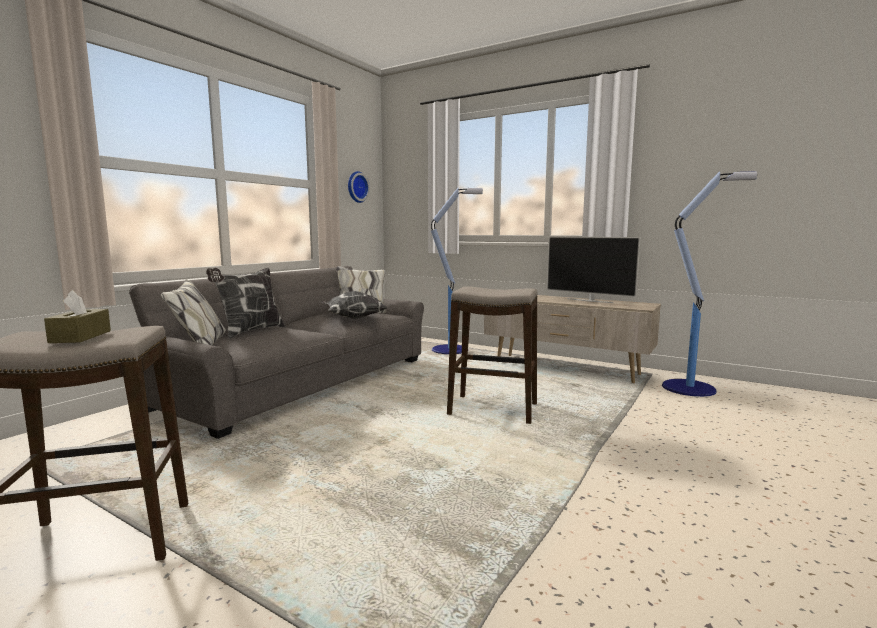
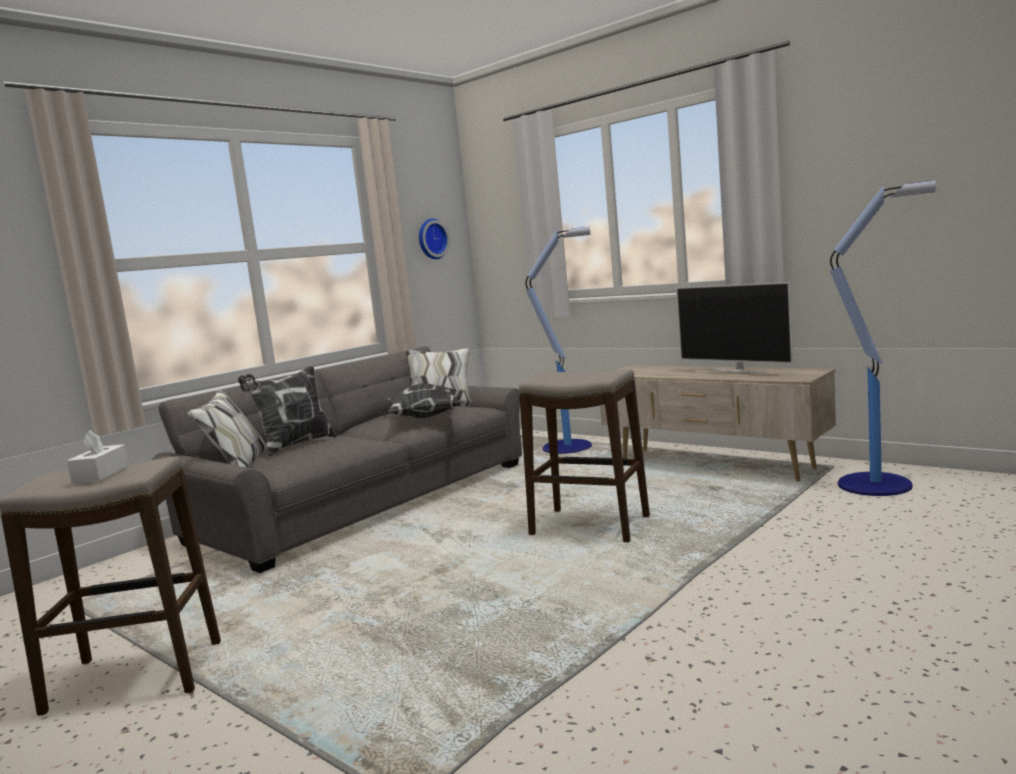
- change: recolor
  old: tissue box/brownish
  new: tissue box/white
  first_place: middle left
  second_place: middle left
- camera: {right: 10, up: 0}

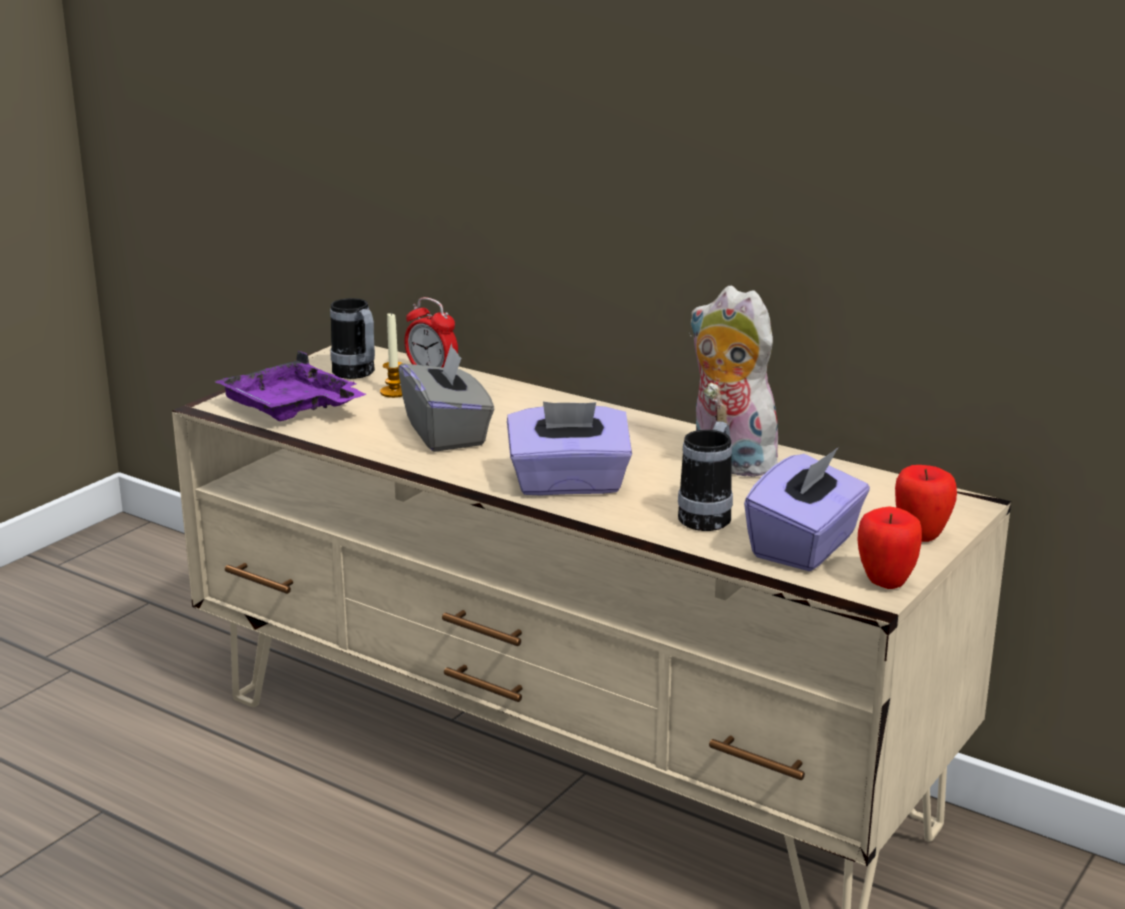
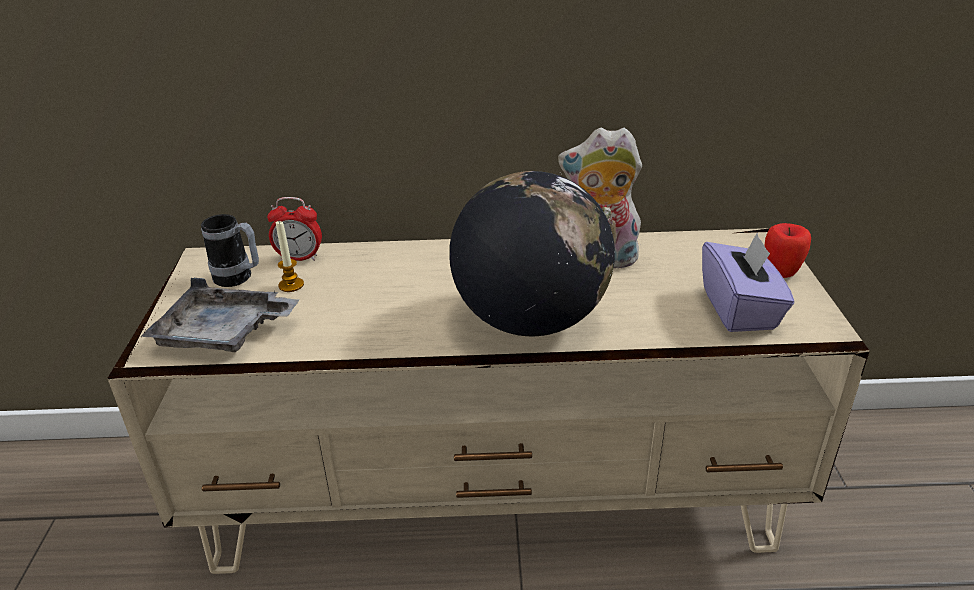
- change: recolor
  old: tray/purplish
  new: tray/greyish
  first_place: middle left
  second_place: middle left
- change: replace
  old: tissue box/purplish (1st from left)
  new: world globe
  first_place: centre
  second_place: centre
- change: delete
  old: tissue box/greyish
  first_place: centre
- change: delete
  old: mug (2nd from left)
  first_place: centre
- change: delete
  old: whole apple (1st from left)
  first_place: middle right
- camera: {right: -35, up: 10}

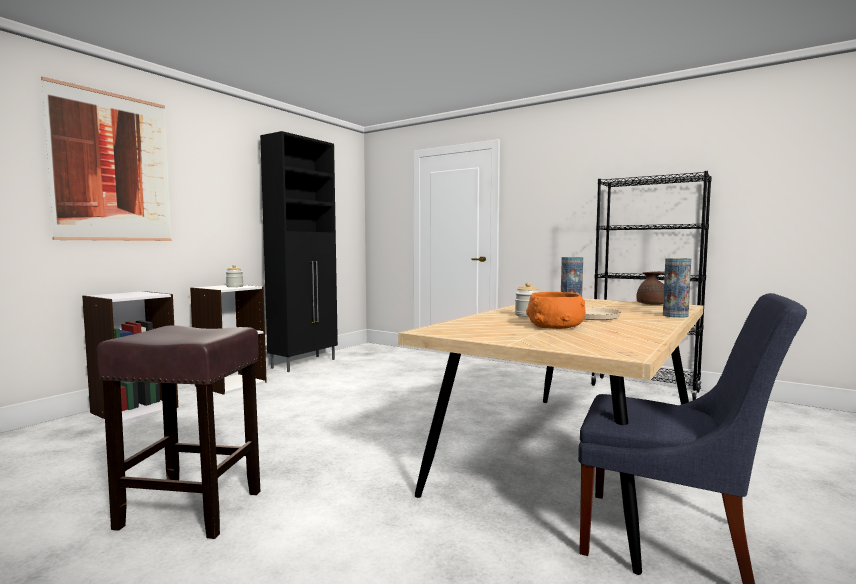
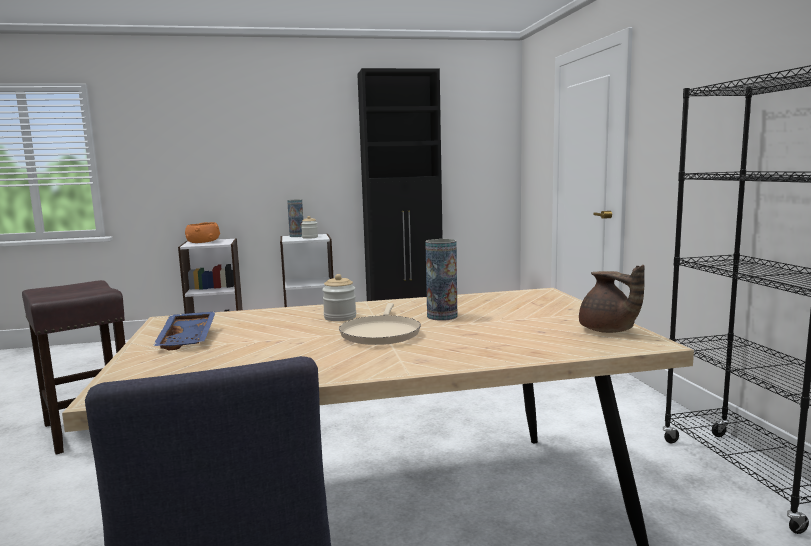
- change: insert
  new: tray/blue
  second_place: middle left
- change: move
  old: bowl/orange
  first_place: centre
  second_place: middle left
- change: move
  old: vase (2nd from left in the first image)
  new: vase (1st from left)
  first_place: middle right
  second_place: centre
- change: delete
  old: wall art
  first_place: top left
- camera: {right: 45, up: 5}

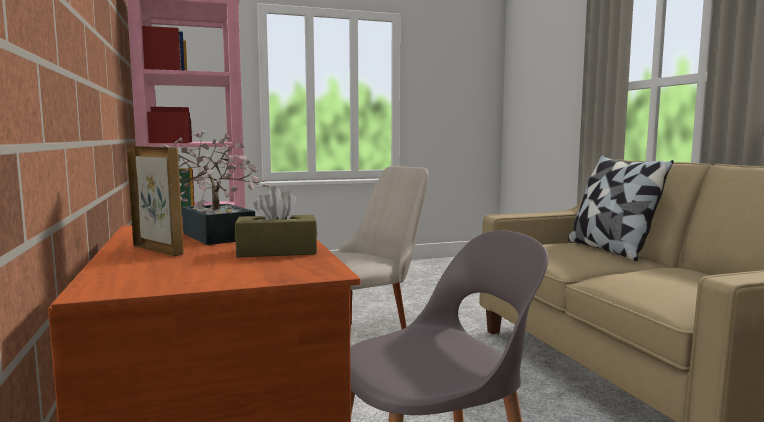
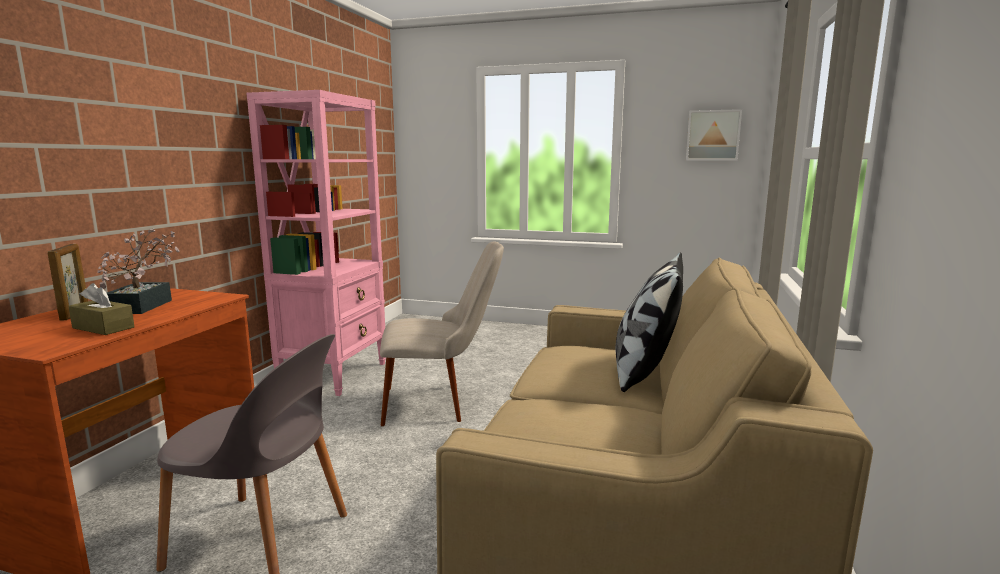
- change: insert
  new: wall art
  second_place: top right
- camera: {right: 35, up: 5}

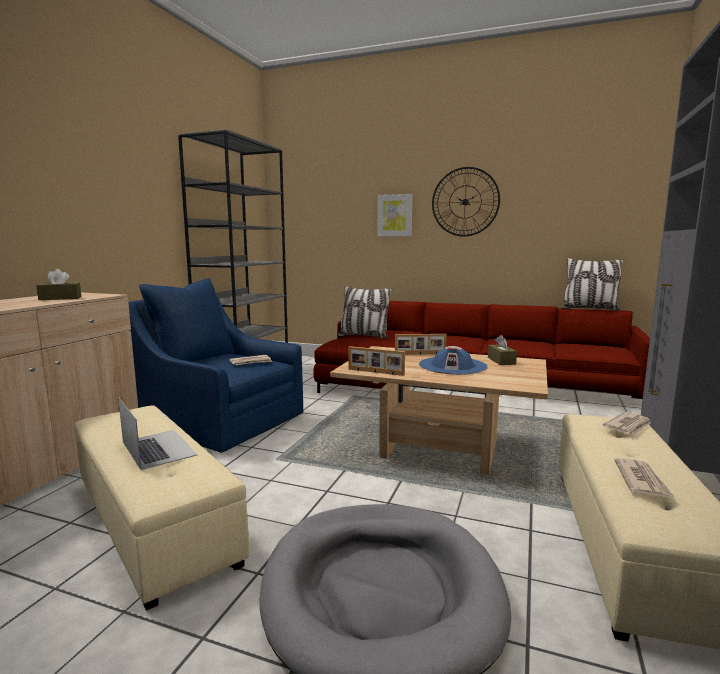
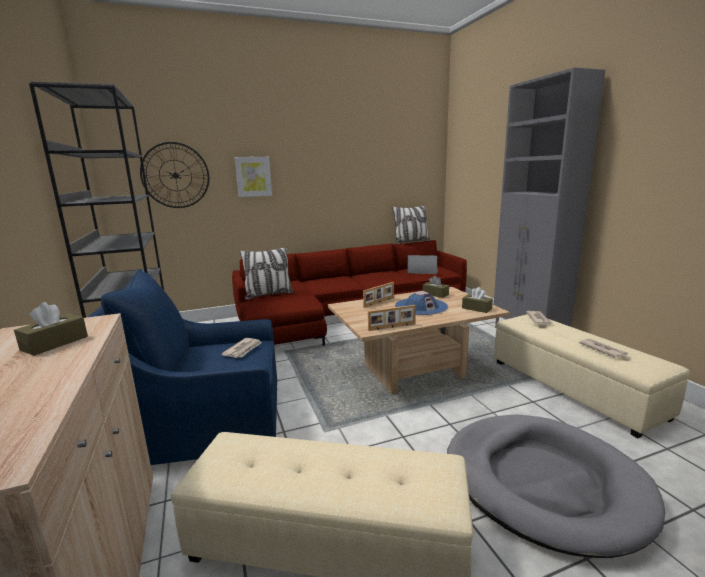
- change: move
  old: hanging clock
  first_place: top centre
  second_place: top left
- change: move
  old: laptop
  first_place: middle left
  second_place: centre
- change: insert
  new: tissue box/brownish (3rd from left)
  second_place: middle right
- camera: {right: -40, up: 5}

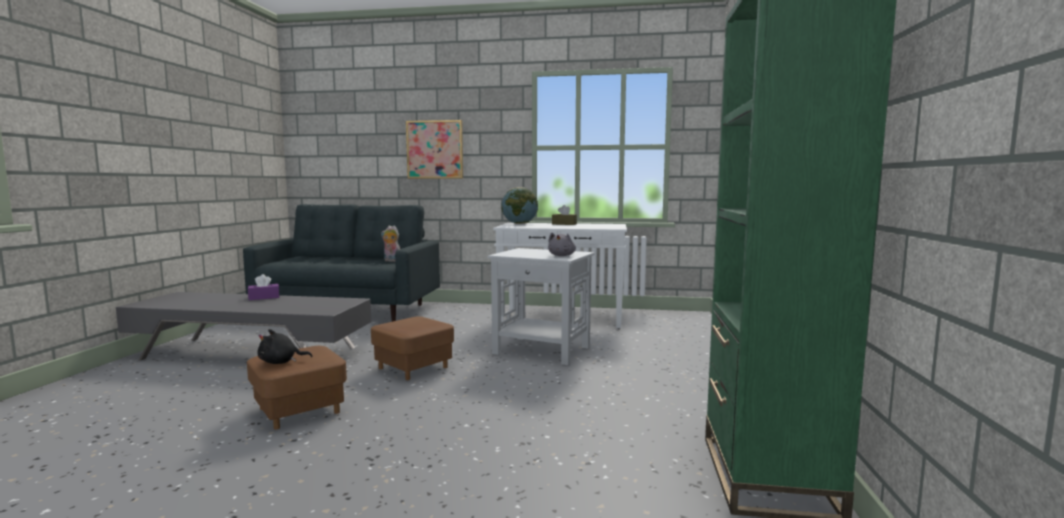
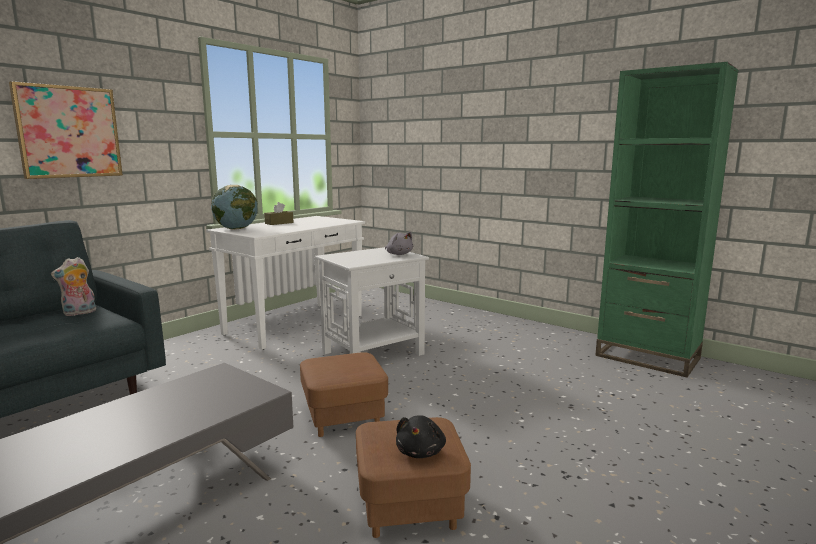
- change: delete
  old: tissue box/purplish
  first_place: middle left
- camera: {right: -60, up: 5}

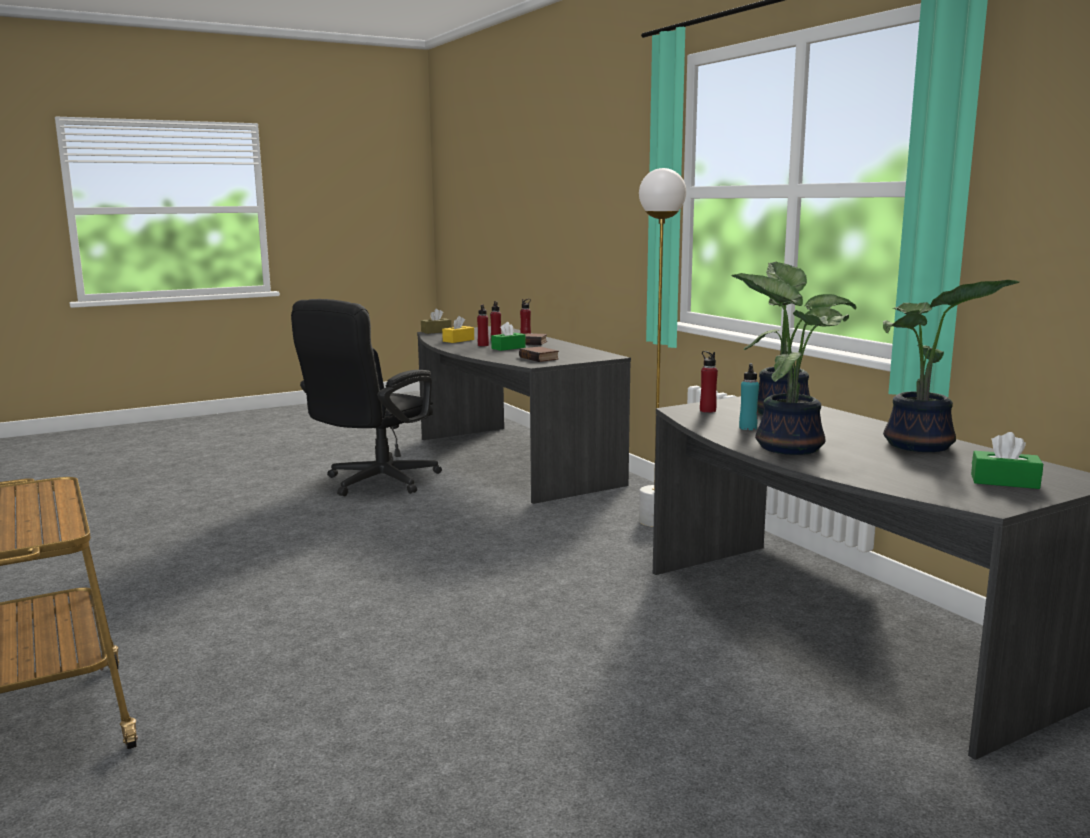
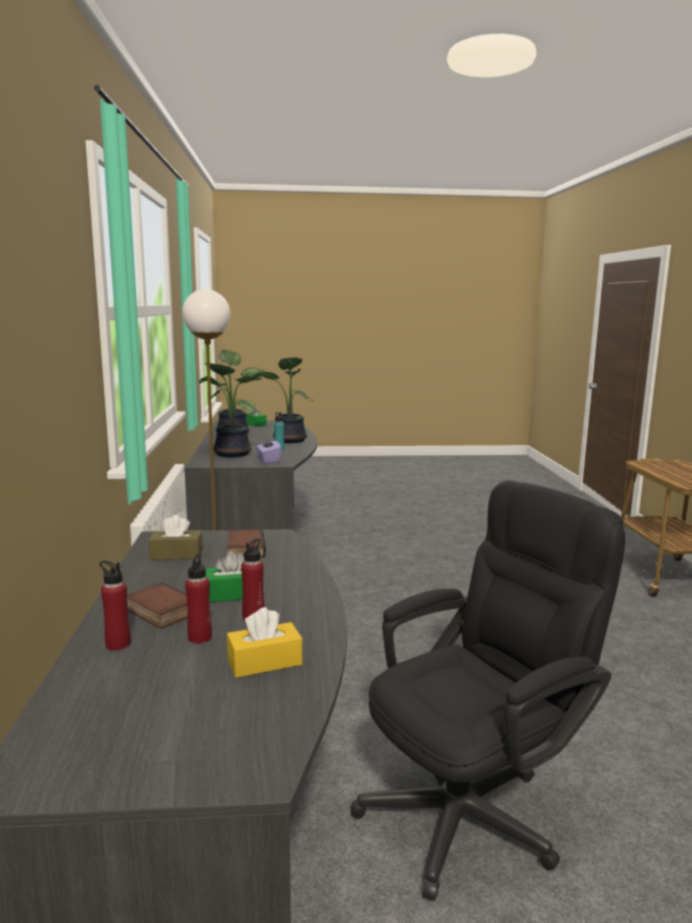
- change: move
  old: tissue box/brownish
  first_place: centre
  second_place: middle left
- change: replace
  old: beverage bottle/red (4th from left)
  new: tissue box/purplish
  first_place: centre
  second_place: centre
- camera: {right: -155, up: 0}

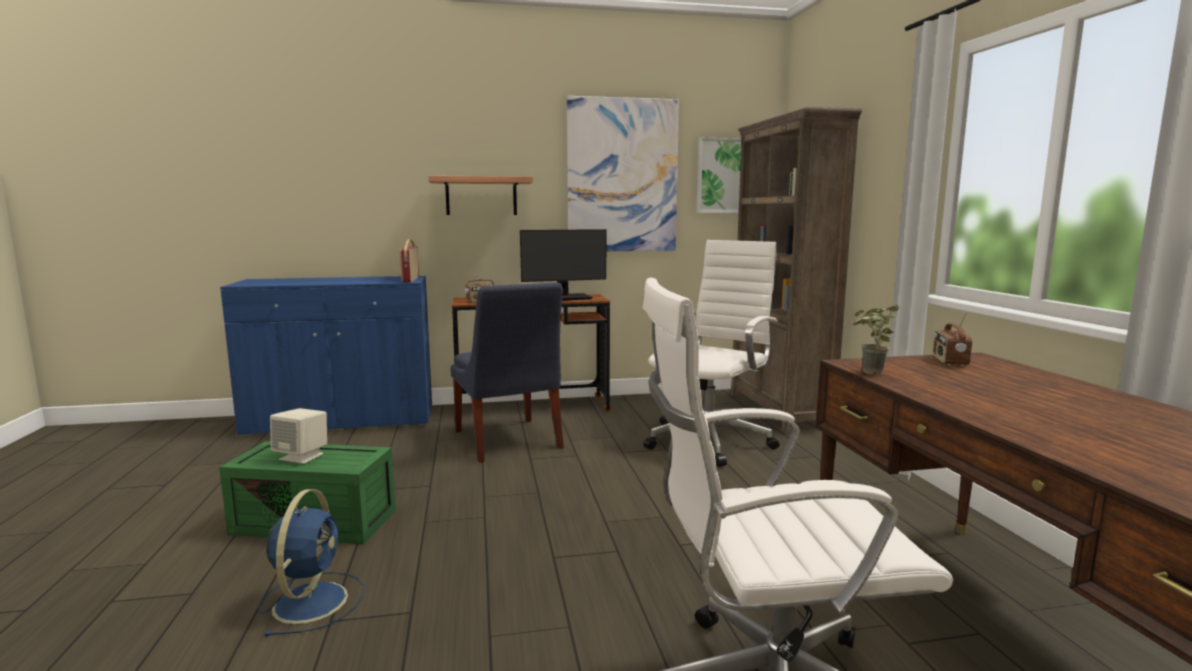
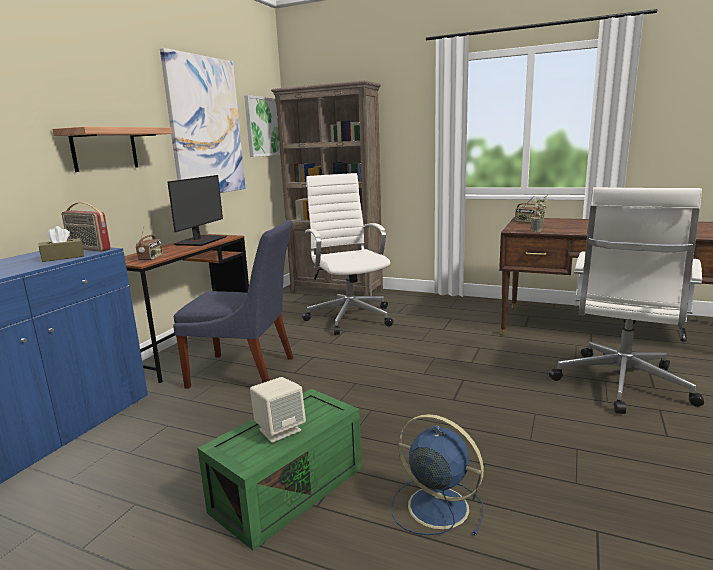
- change: insert
  new: tissue box/brownish
  second_place: middle left
- camera: {right: -55, up: 5}

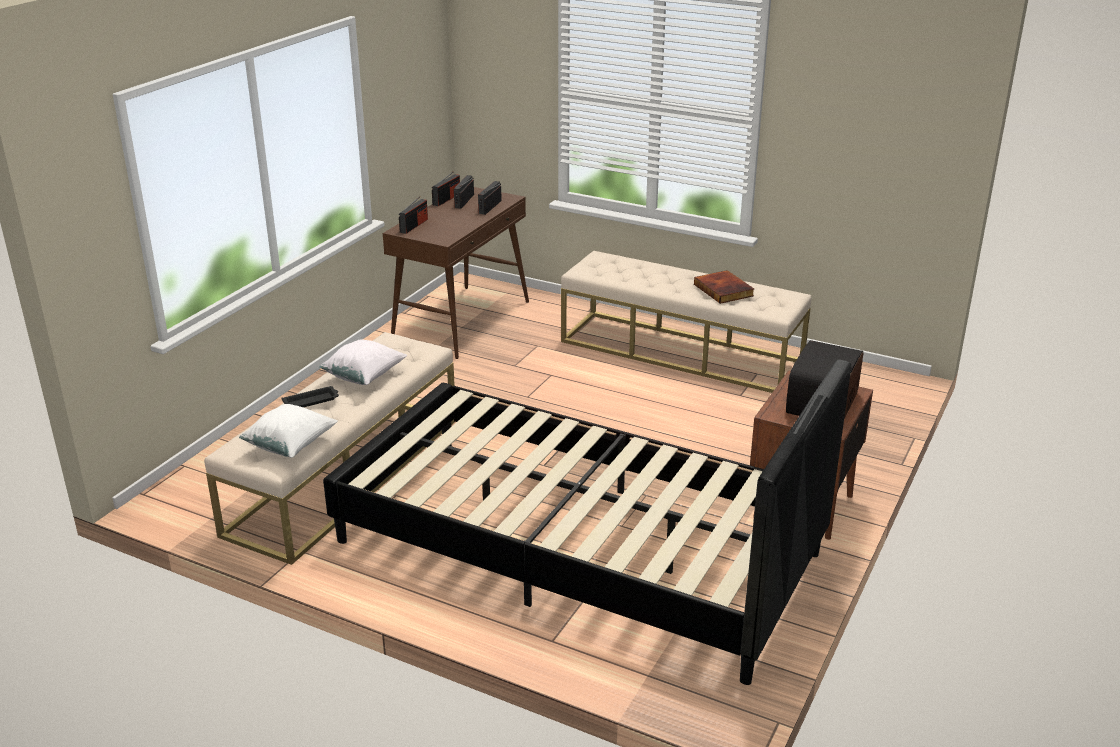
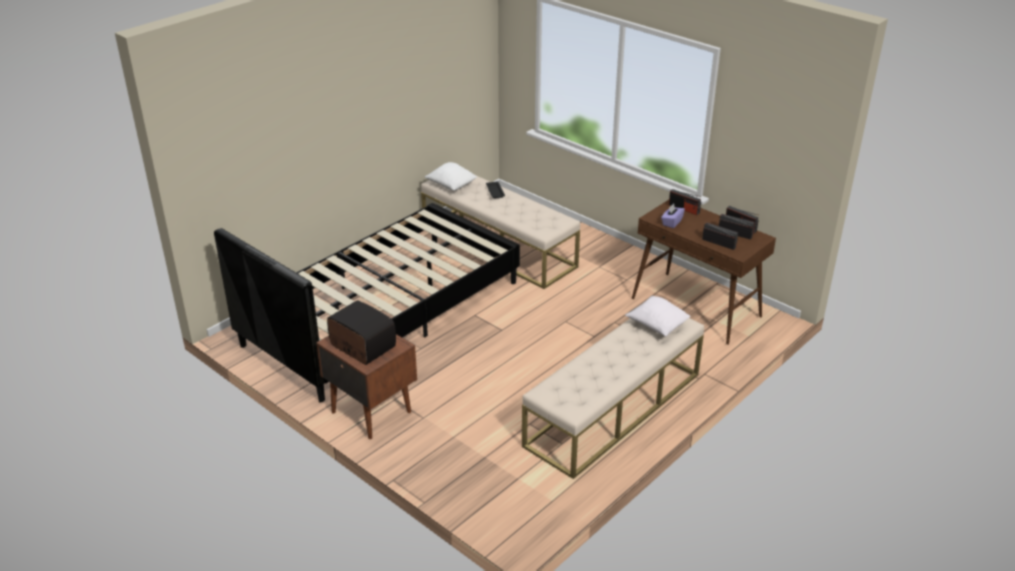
- change: move
  old: pillow/white (2nd from left)
  first_place: middle left
  second_place: centre
- change: insert
  new: tissue box/purplish
  second_place: centre
- change: delete
  old: book
  first_place: centre
- camera: {right: 105, up: 5}

